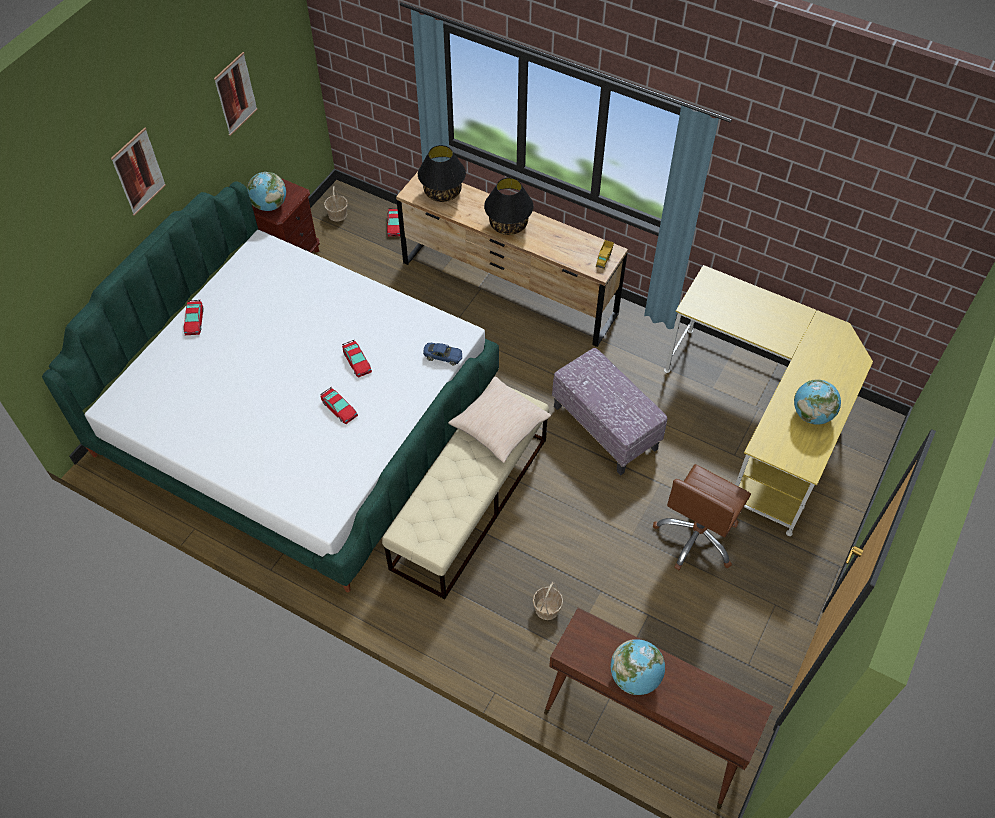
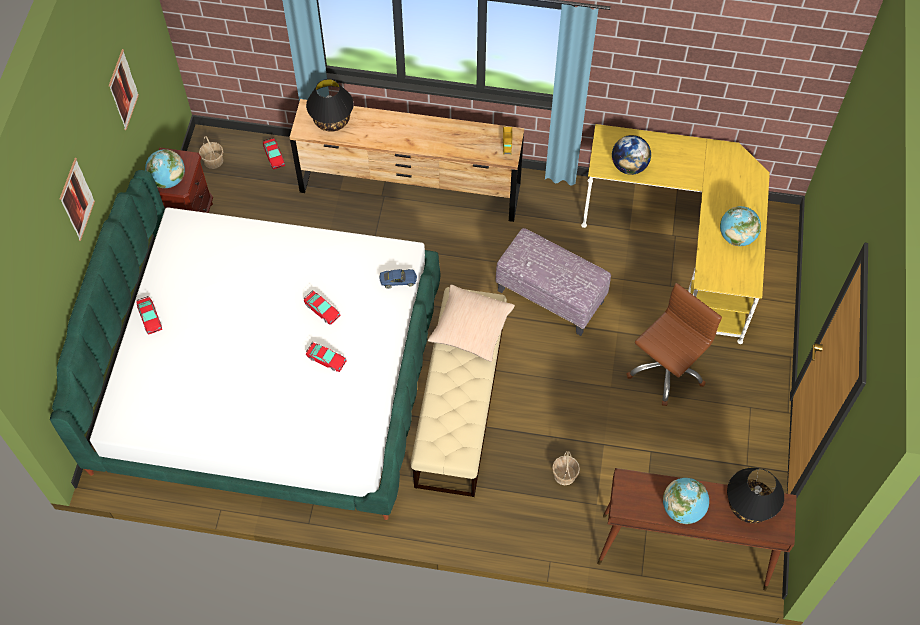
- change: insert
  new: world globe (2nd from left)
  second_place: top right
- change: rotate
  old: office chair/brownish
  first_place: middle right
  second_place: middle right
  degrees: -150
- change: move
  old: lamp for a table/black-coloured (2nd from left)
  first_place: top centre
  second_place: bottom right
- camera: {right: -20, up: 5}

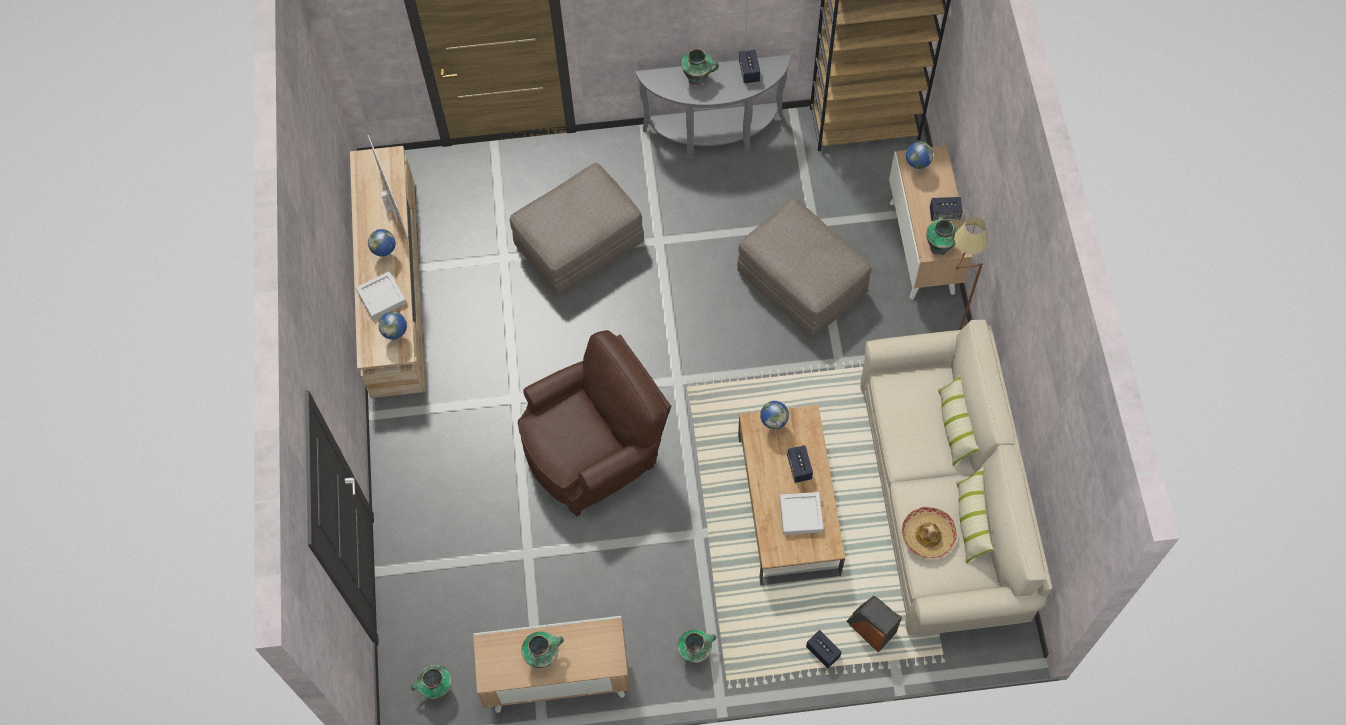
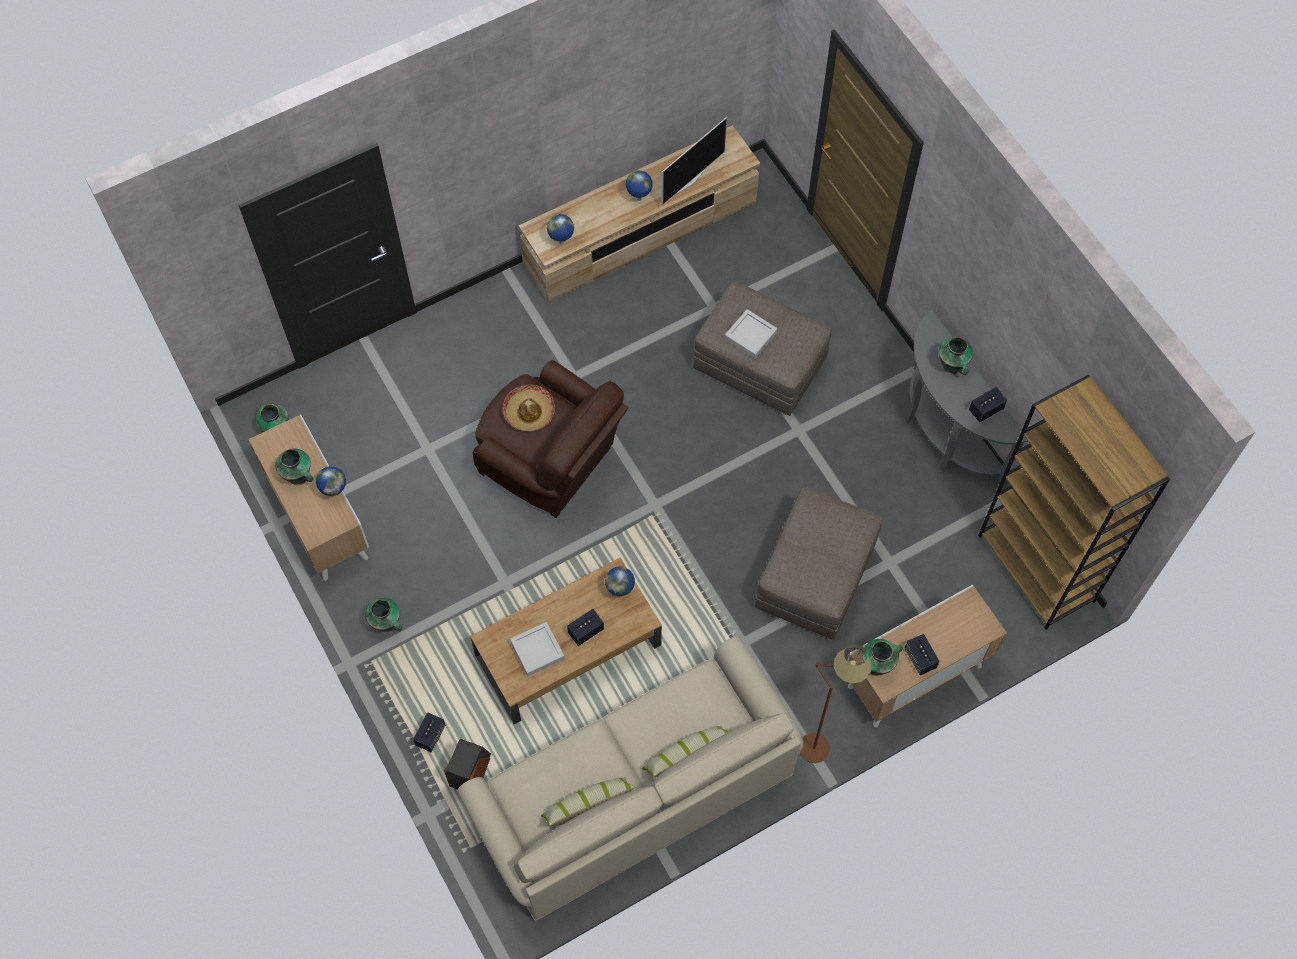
- change: move
  old: world globe (4th from left in the first image)
  new: world globe (1st from left)
  first_place: top right
  second_place: middle left
- change: move
  old: hat
  first_place: bottom right
  second_place: centre
- change: move
  old: tray/greyish (1st from left in the first image)
  new: tray/greyish (2nd from left)
  first_place: middle left
  second_place: centre
- camera: {right: 65, up: 0}

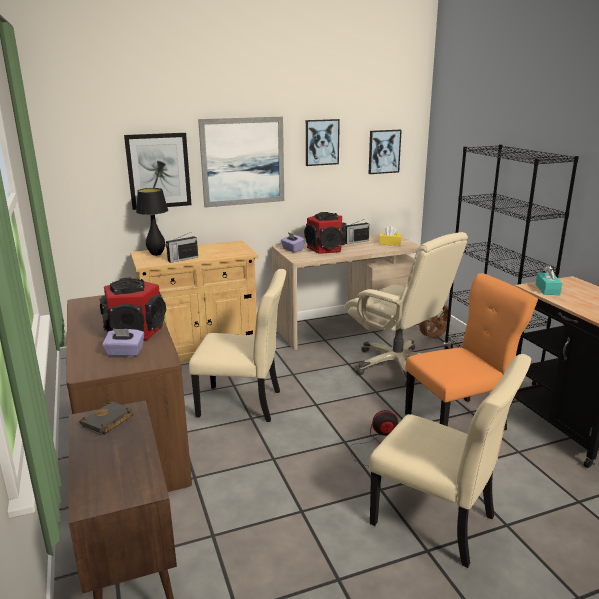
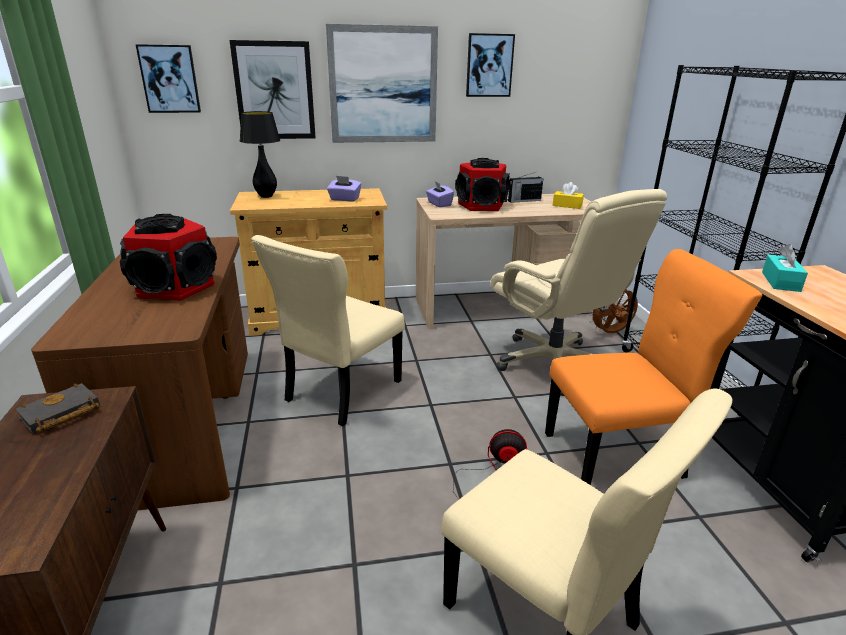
- change: move
  old: wall art (4th from left in the first image)
  new: wall art (1st from left)
  first_place: top centre
  second_place: top left
- change: rotate
  old: upright chair/beige-coloured (1st from left)
  first_place: centre
  second_place: centre
  degrees: 105
- change: move
  old: tissue box/purplish (1st from left)
  first_place: middle left
  second_place: top centre
- change: delete
  old: radio set (1st from left)
  first_place: middle left
- camera: {right: 10, up: 5}

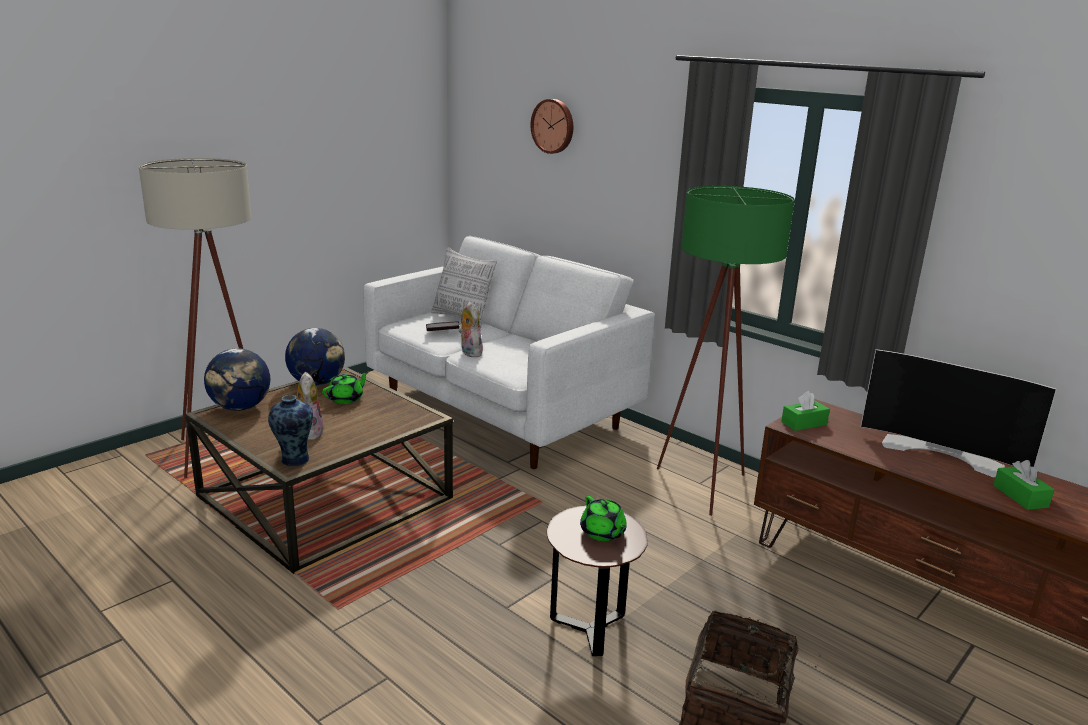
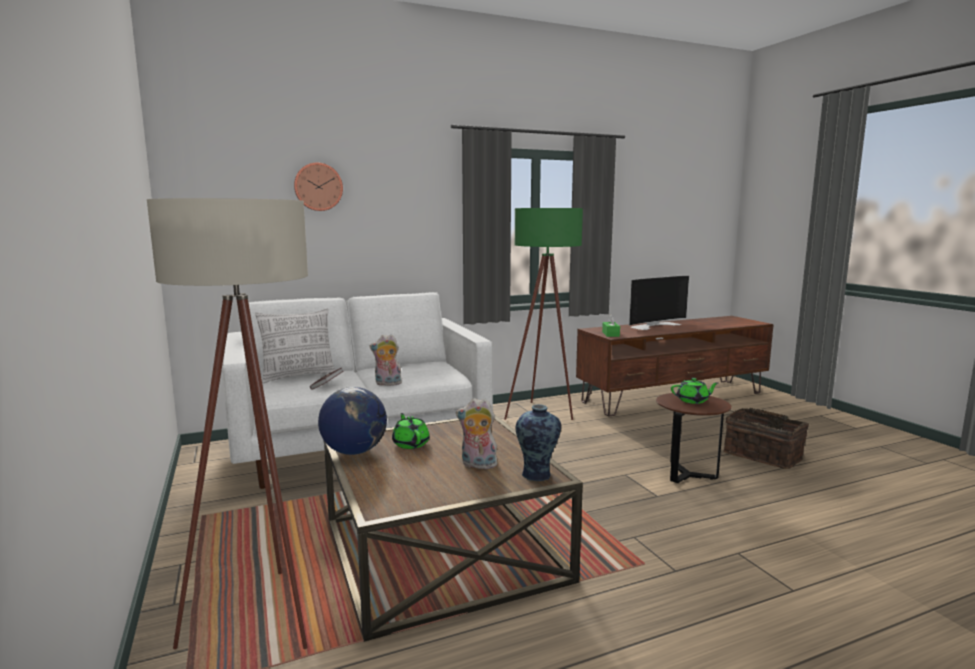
- change: delete
  old: world globe (1st from left)
  first_place: middle left
- change: delete
  old: tissue box/greenish (2nd from left)
  first_place: bottom right
- camera: {right: -65, up: -10}

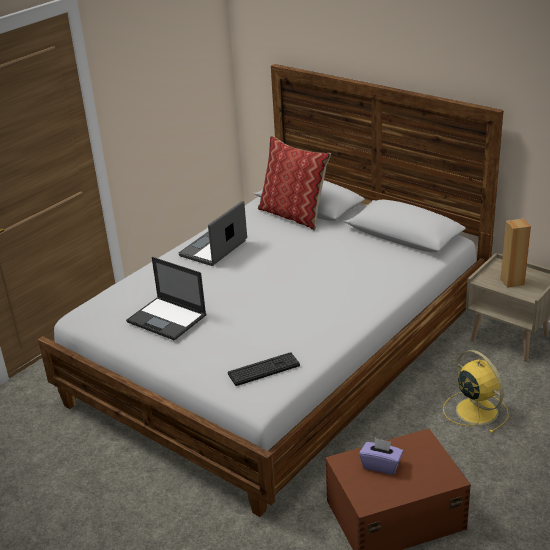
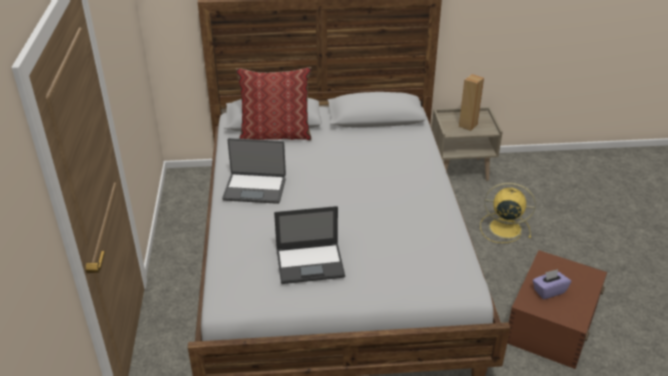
- change: rotate
  old: laptop (2nd from left in the first image)
  first_place: centre
  second_place: centre
  degrees: -75
- change: delete
  old: computer keyboard
  first_place: bottom centre
- camera: {right: -45, up: 5}

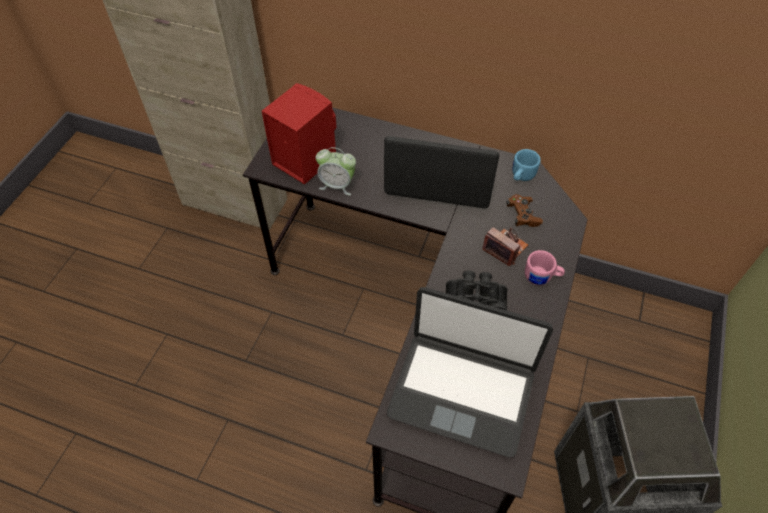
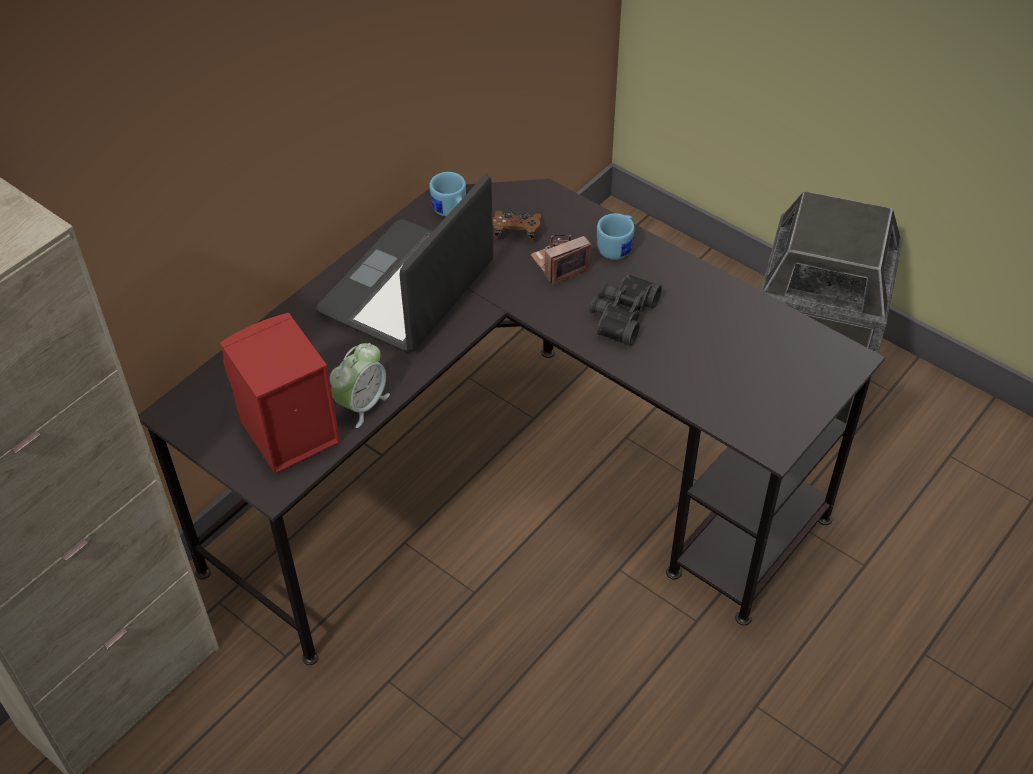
- change: recolor
  old: mug/pink-coloured
  new: mug/blue (2nd from left)
  first_place: middle right
  second_place: top centre
- change: delete
  old: laptop (2nd from left)
  first_place: bottom centre
- camera: {right: -70, up: -5}

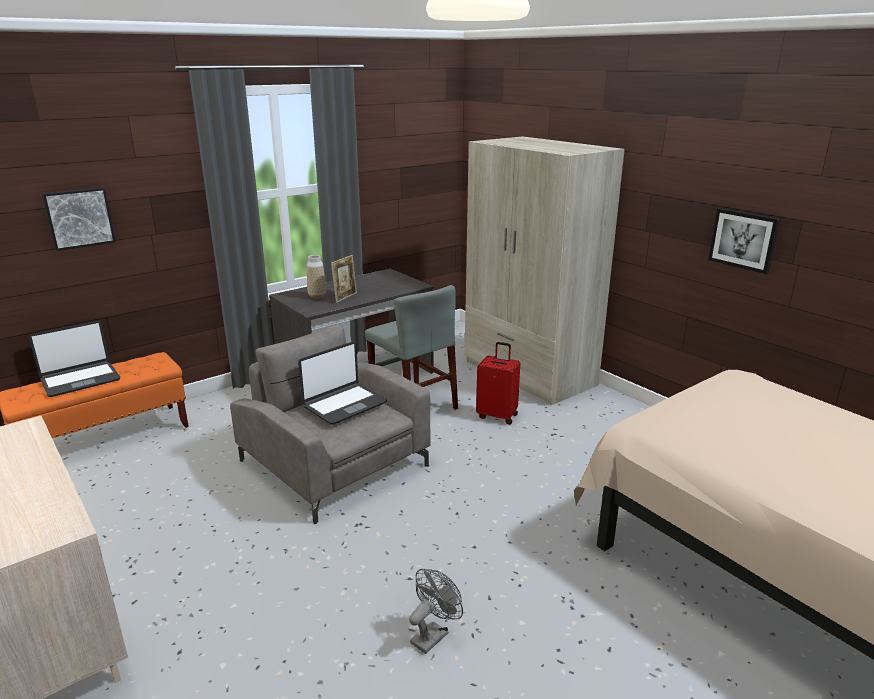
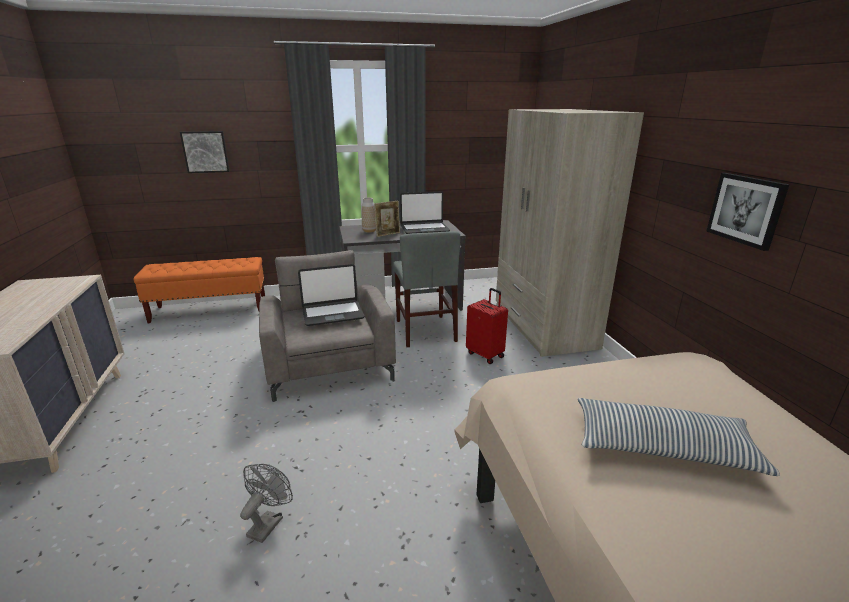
- change: rotate
  old: electric fan/greyish
  first_place: bottom centre
  second_place: bottom left
  degrees: -45
- change: move
  old: laptop (1st from left in the first image)
  new: laptop (2nd from left)
  first_place: middle left
  second_place: centre
- change: insert
  new: pillow
  second_place: bottom right
- camera: {right: 25, up: 0}

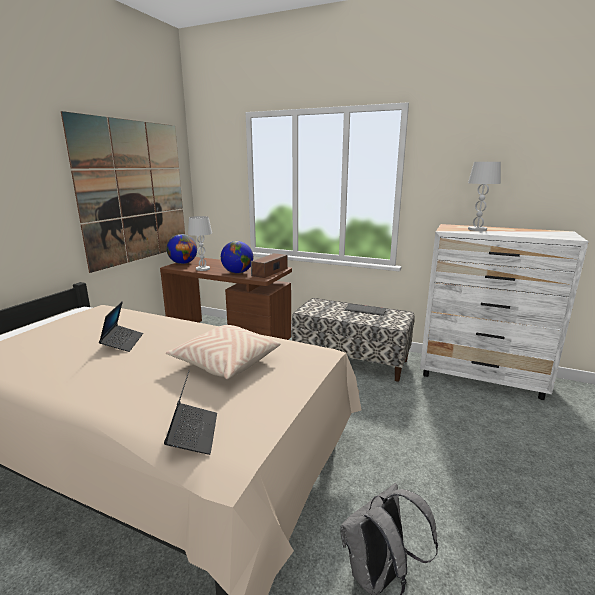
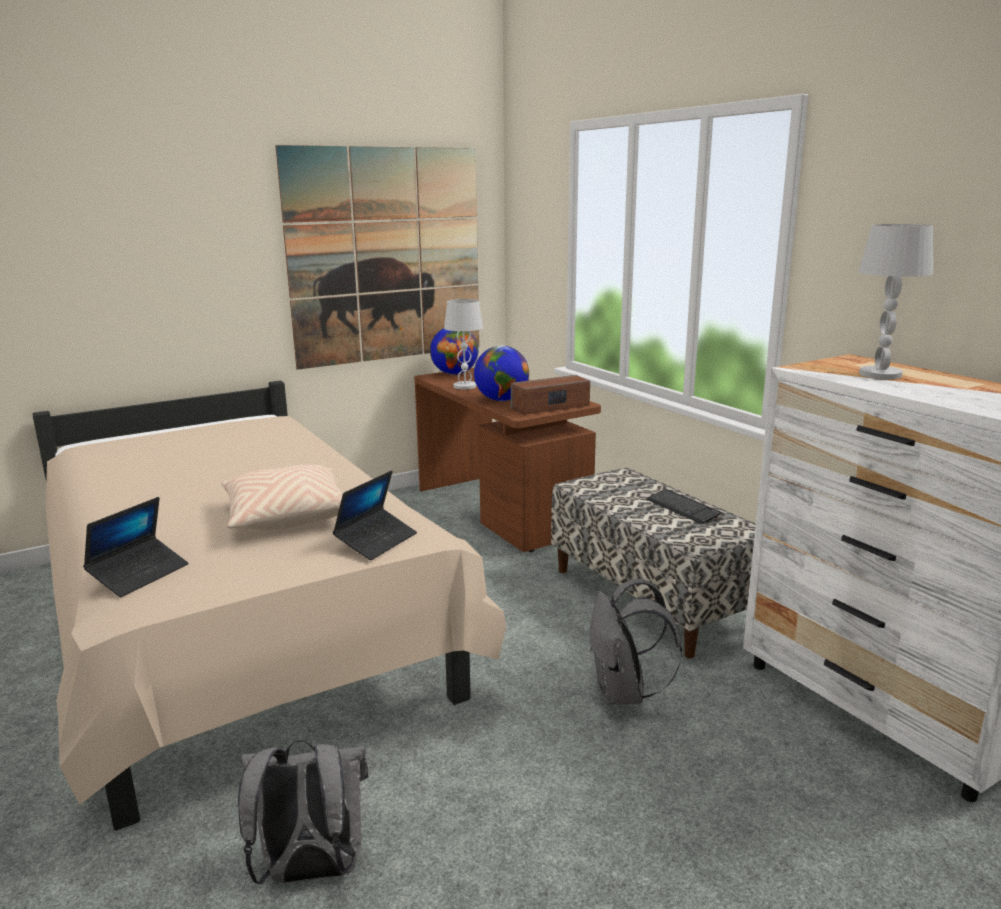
- change: move
  old: laptop (1st from left in the first image)
  new: laptop (2nd from left)
  first_place: middle left
  second_place: centre
- change: insert
  new: backpack/greyish (2nd from left)
  second_place: bottom centre
- camera: {right: 35, up: 0}

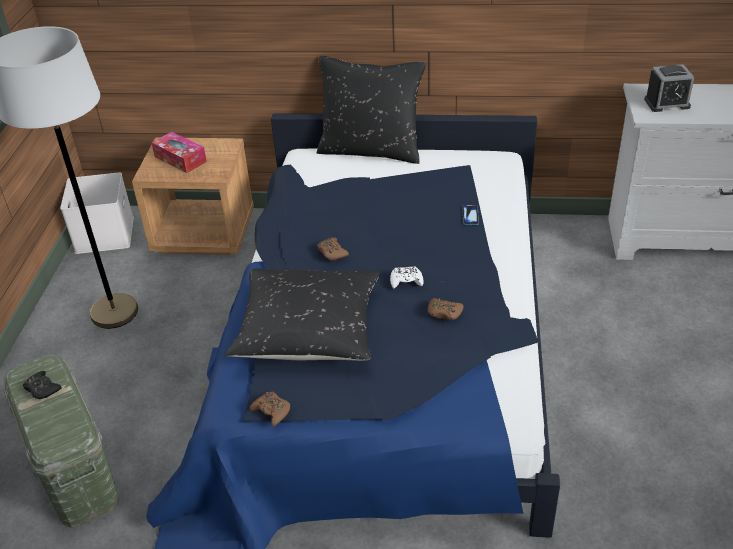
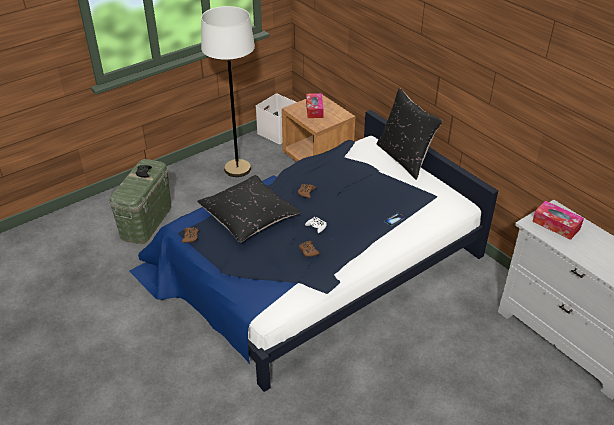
- change: replace
  old: table clock
  new: tissue box (2nd from left)
  first_place: top right
  second_place: middle right
- camera: {right: 45, up: 0}

